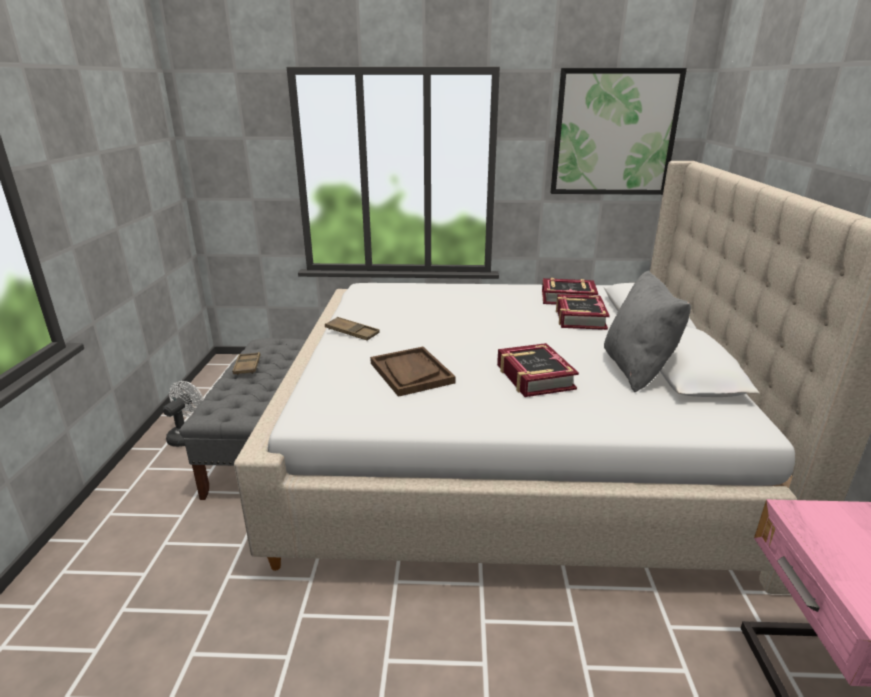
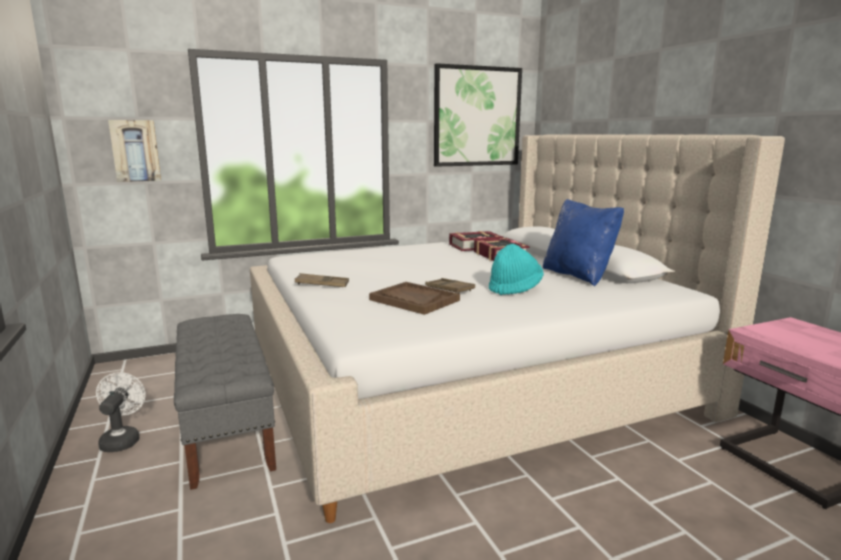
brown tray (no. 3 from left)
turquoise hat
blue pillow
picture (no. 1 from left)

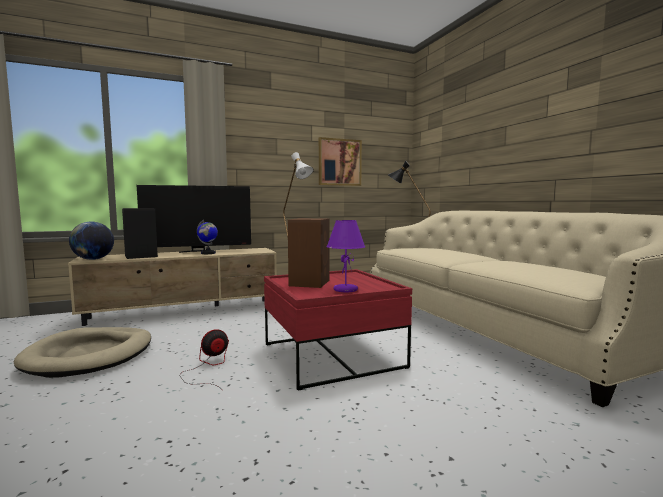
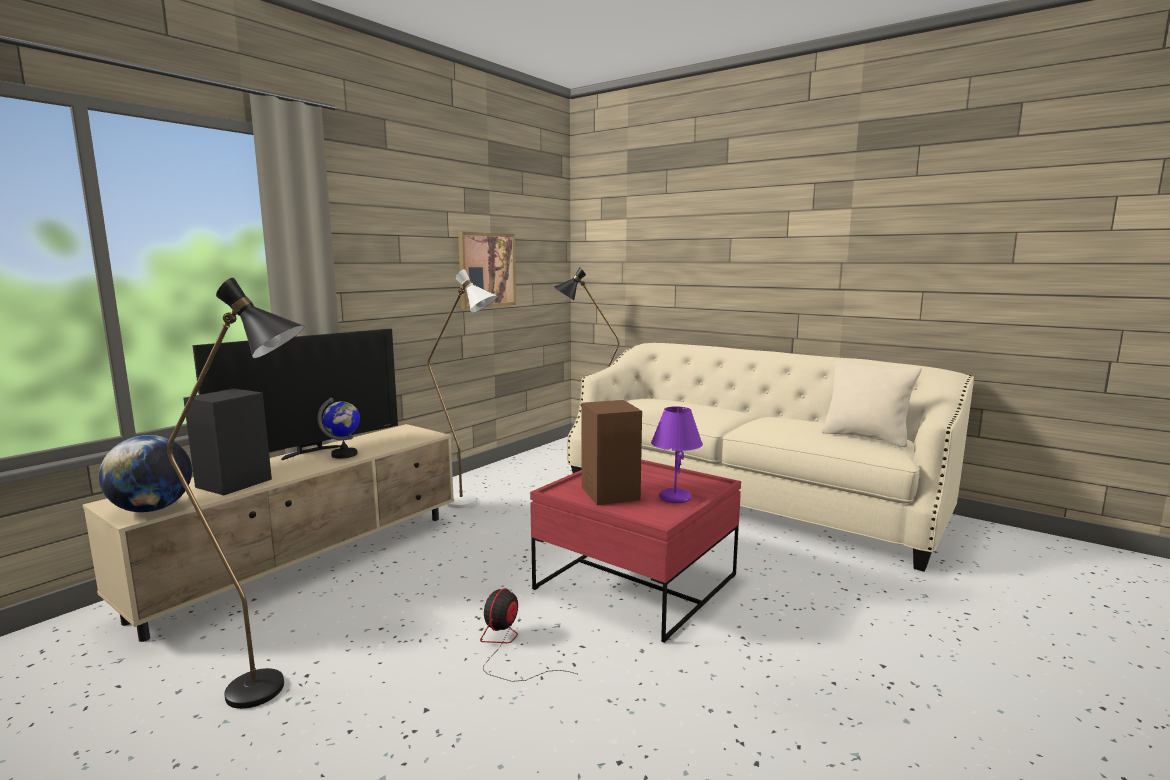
black floor lamp (no. 1 from left)
beige pillow

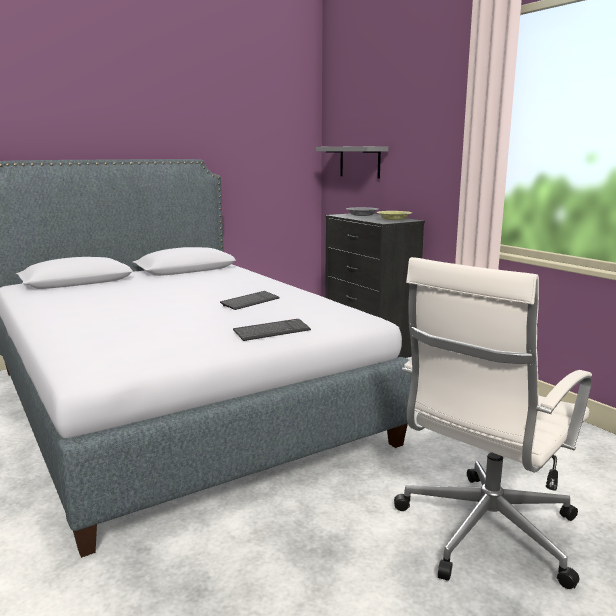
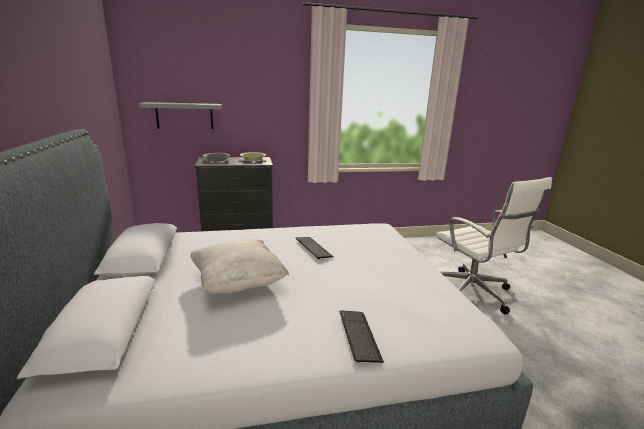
keyboard (no. 2 from left)
beige pillow

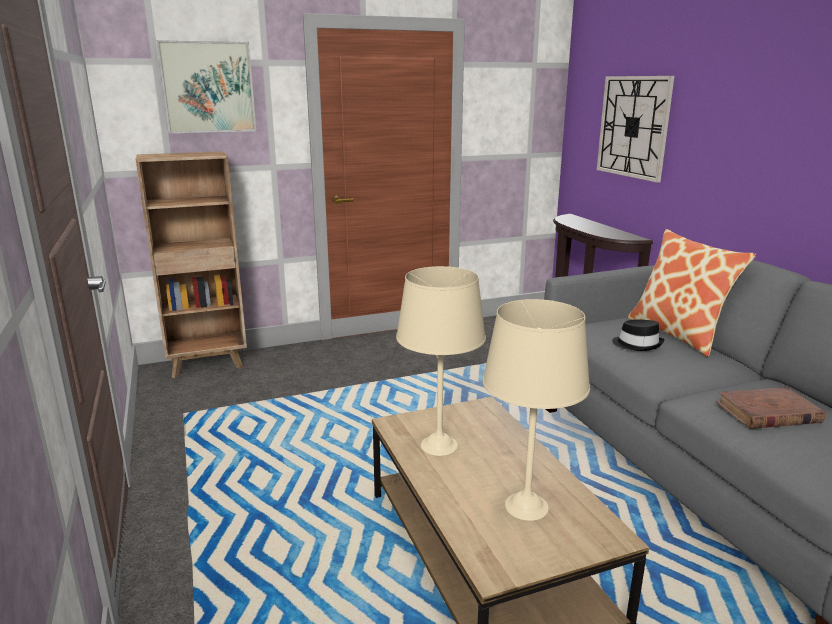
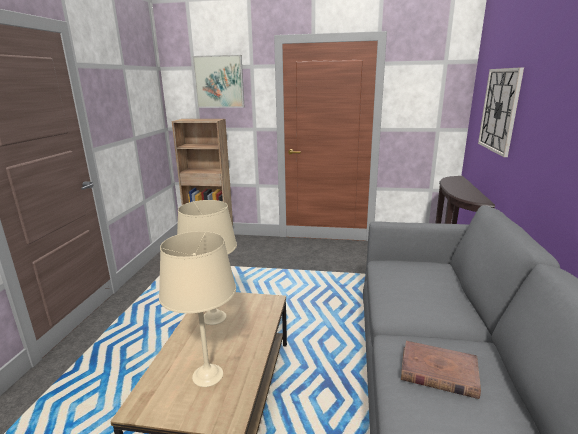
black hat
pillow

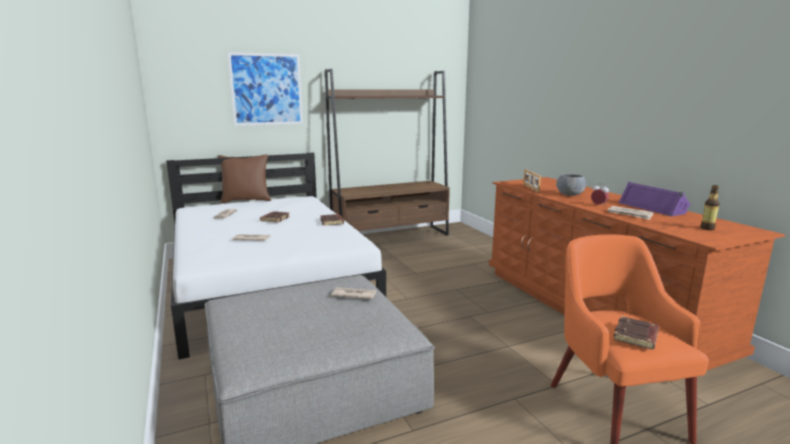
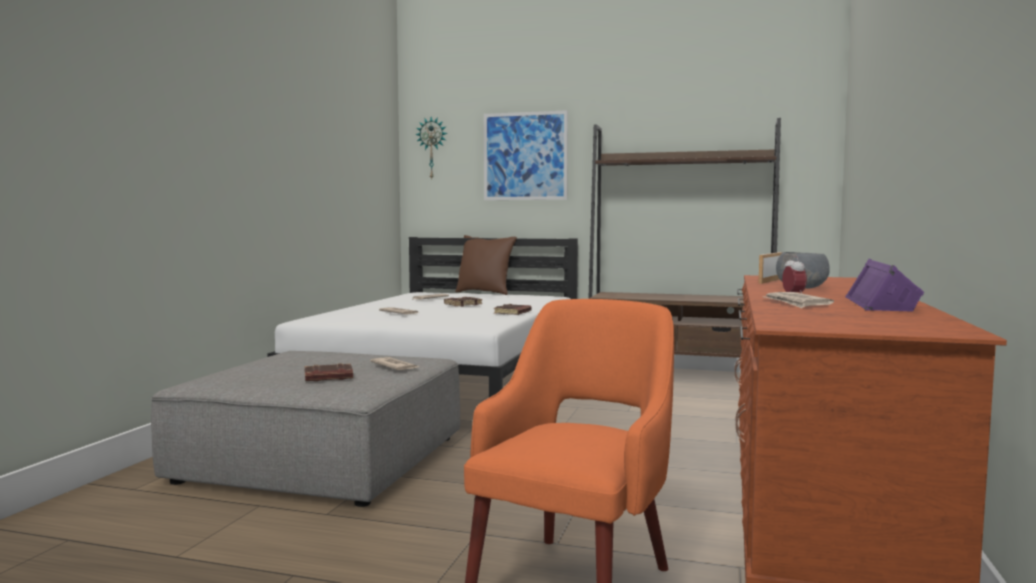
brown book (no. 1 from left)
bottle
wall clock

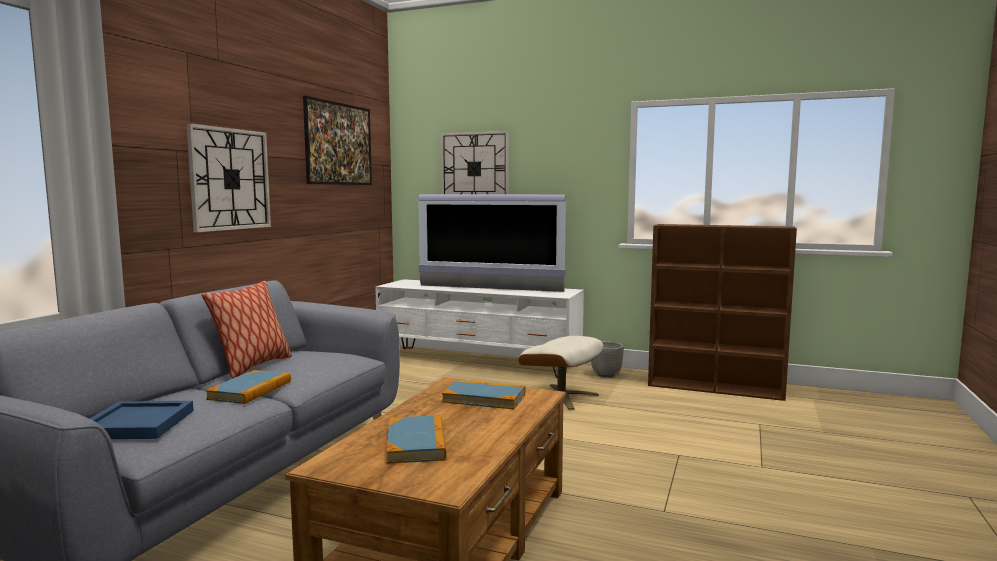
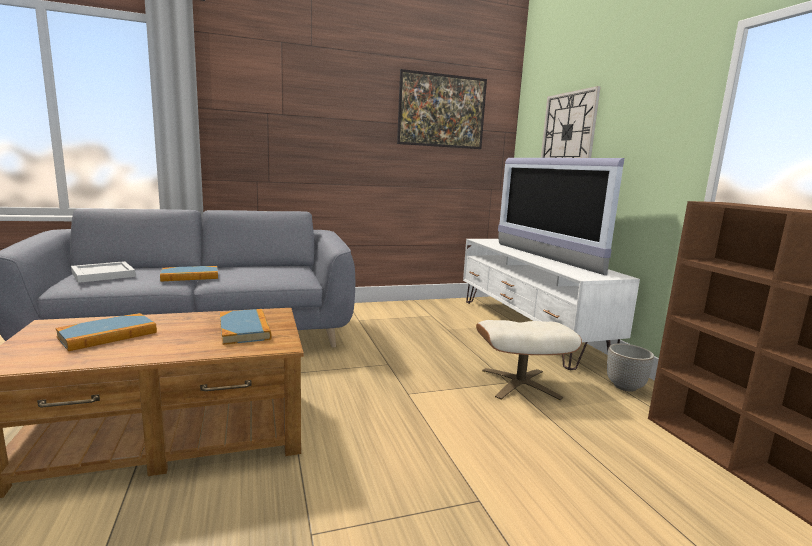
white tray
wall clock (no. 1 from left in the first image)
pillow

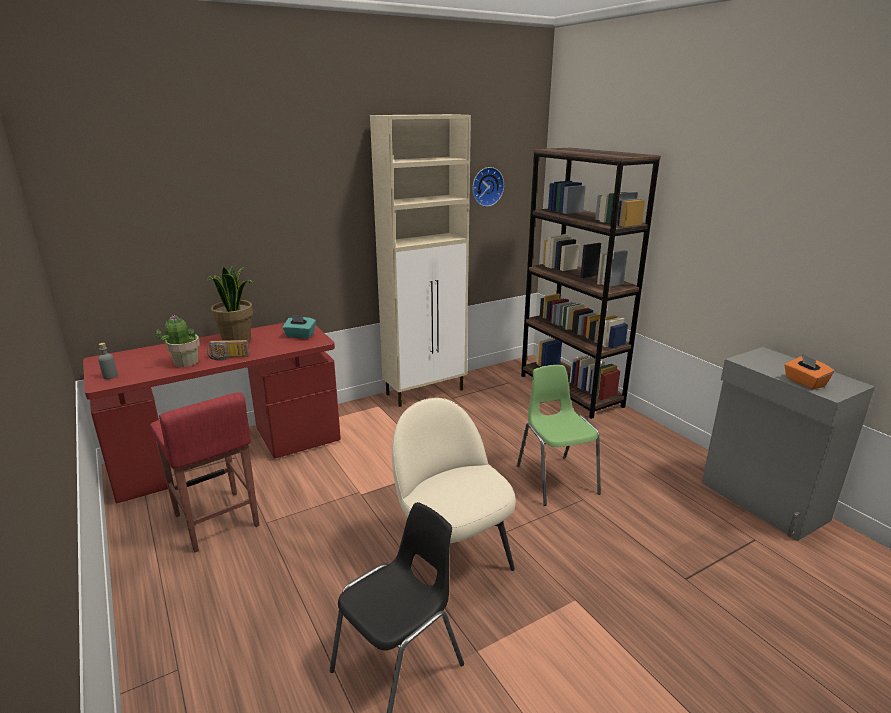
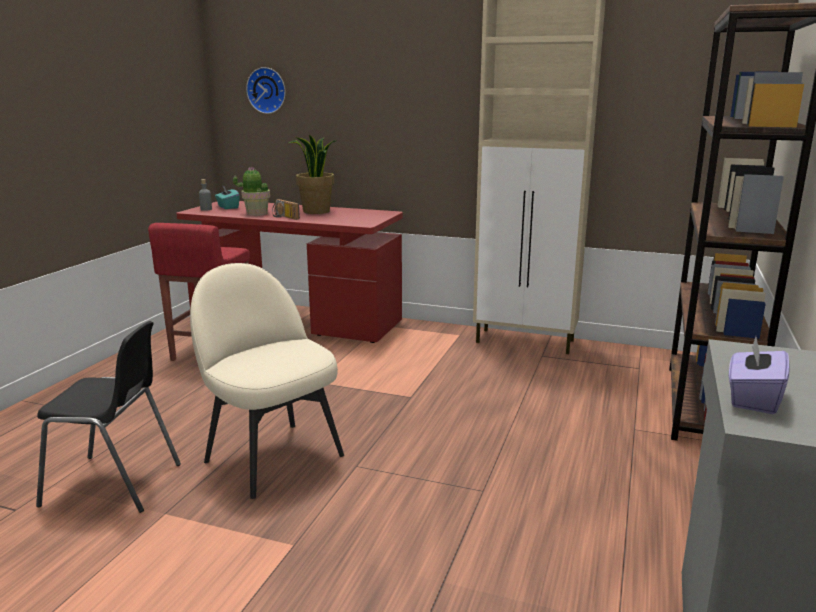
turquoise tissue box
beige chair
wall clock
green chair
purple tissue box

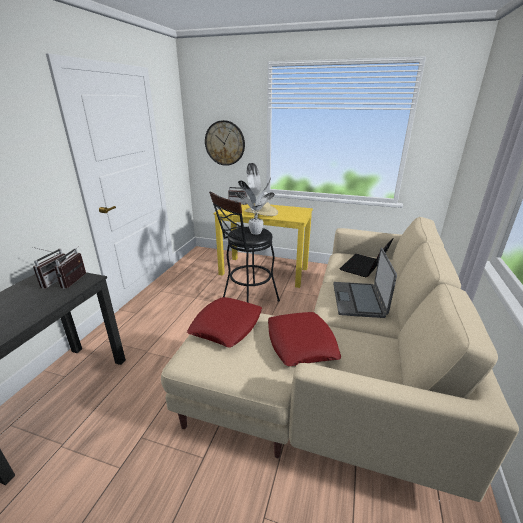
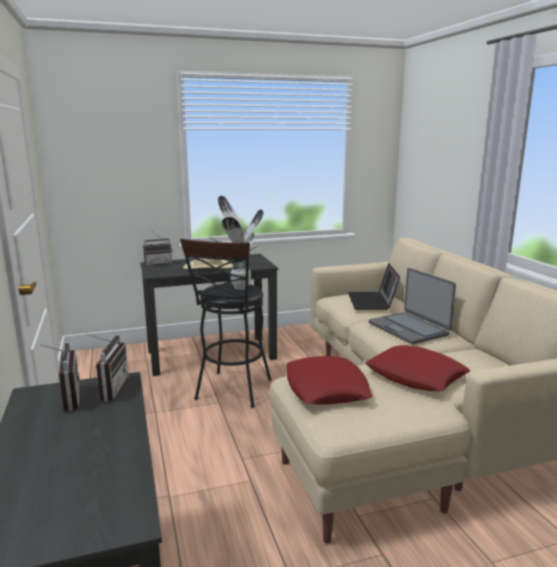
radio (no. 2 from left)
wall clock
black desk (no. 2 from left)

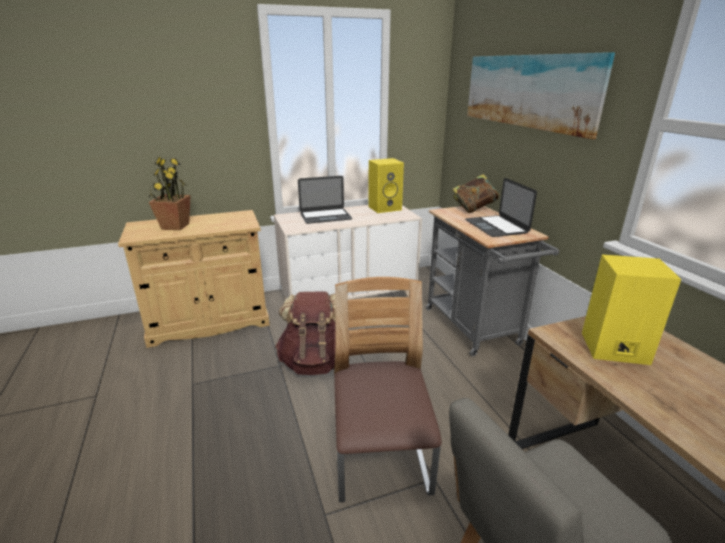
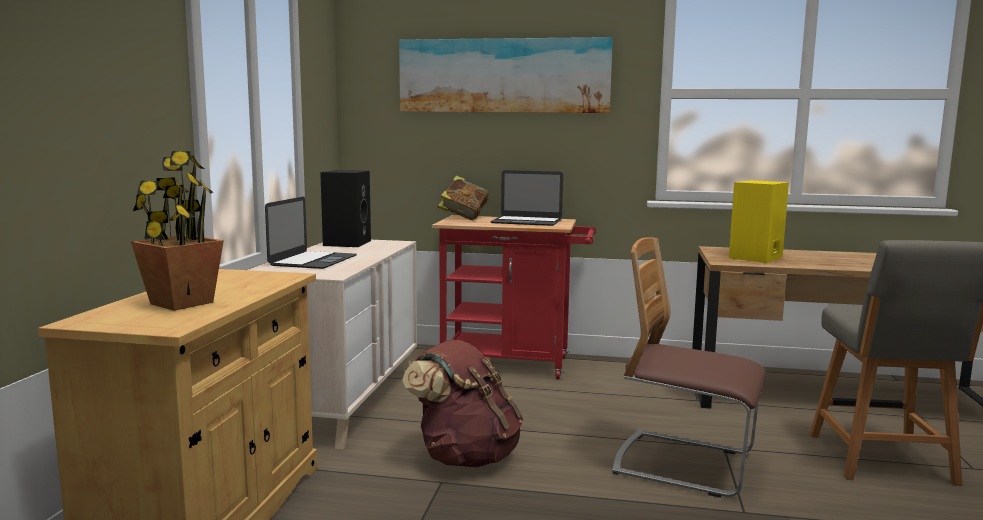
black speaker
red cart

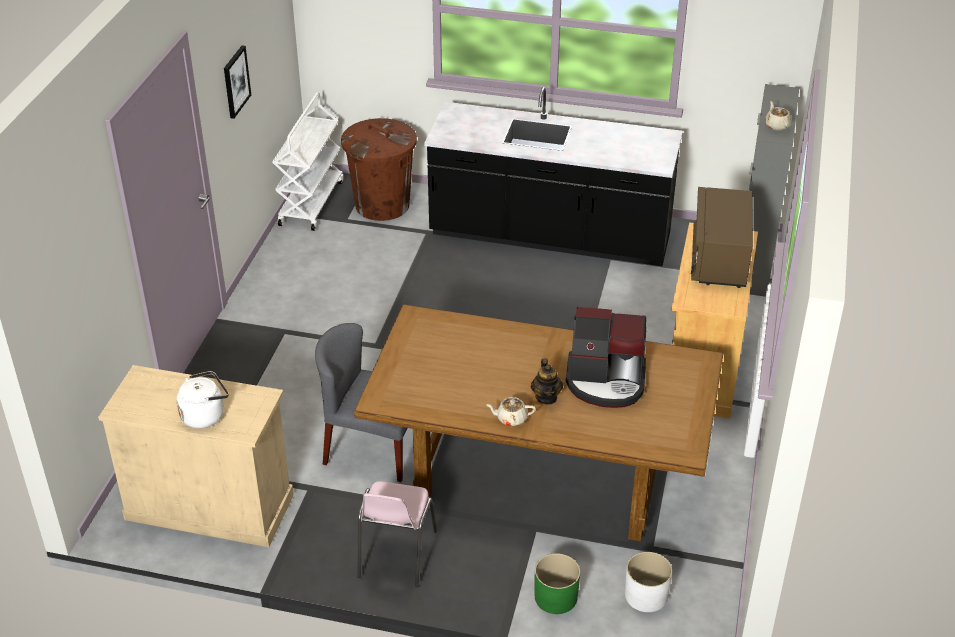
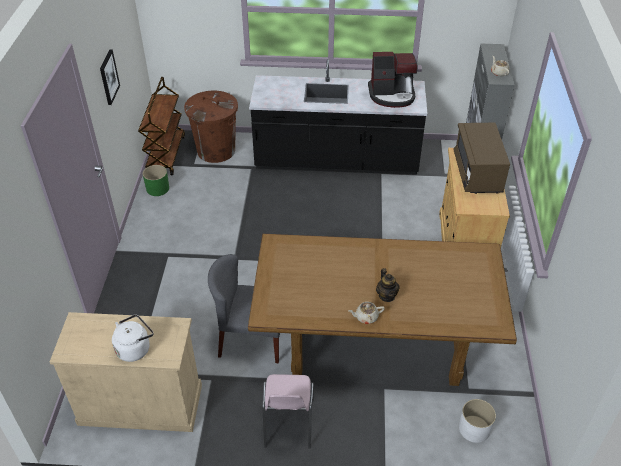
brown cart
green planter
coffee machine

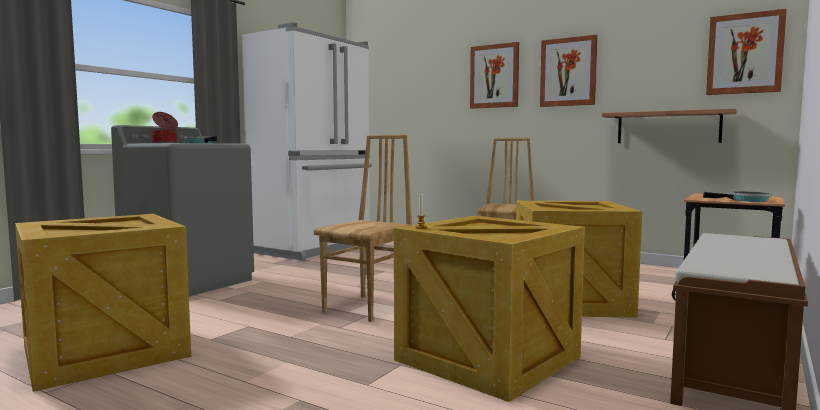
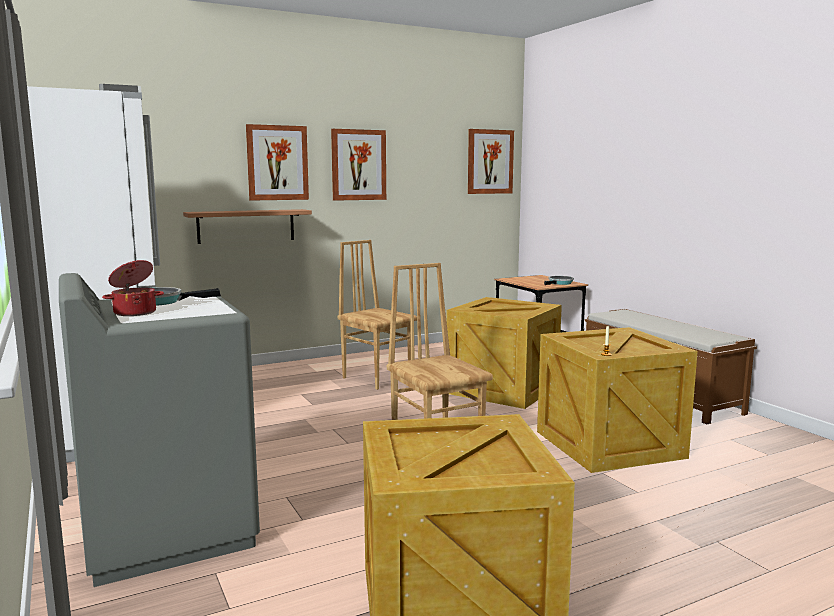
shelf

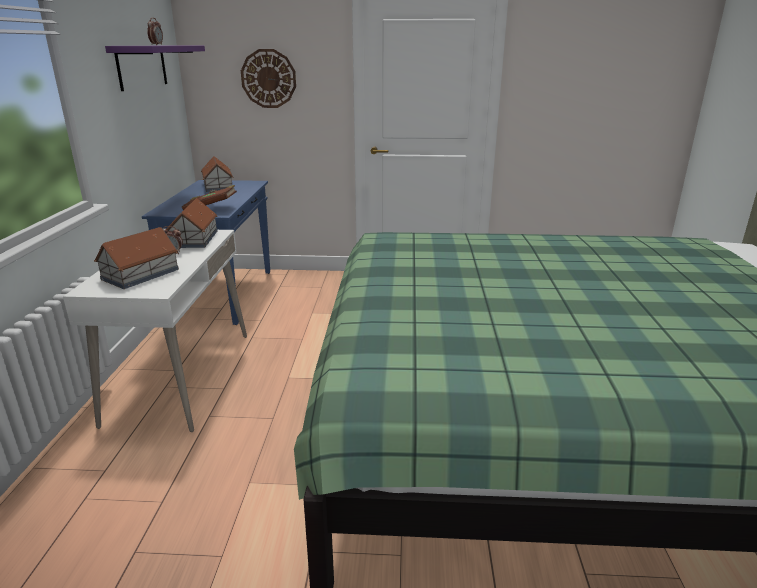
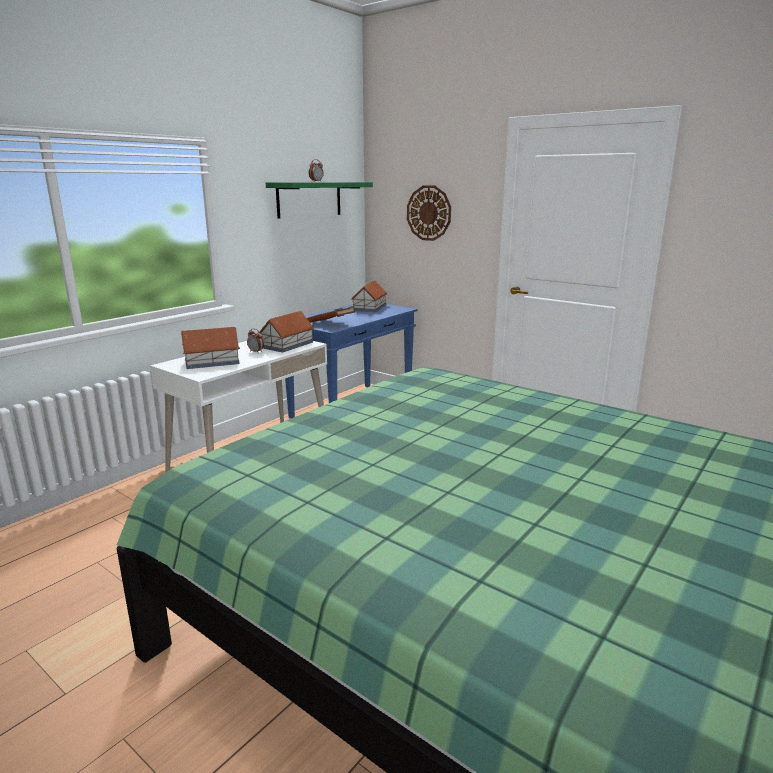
green shelf

